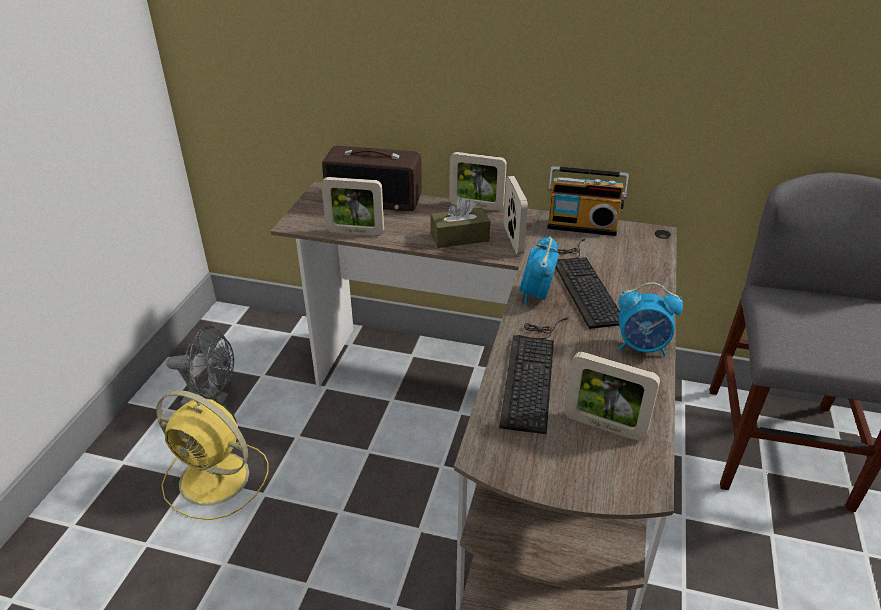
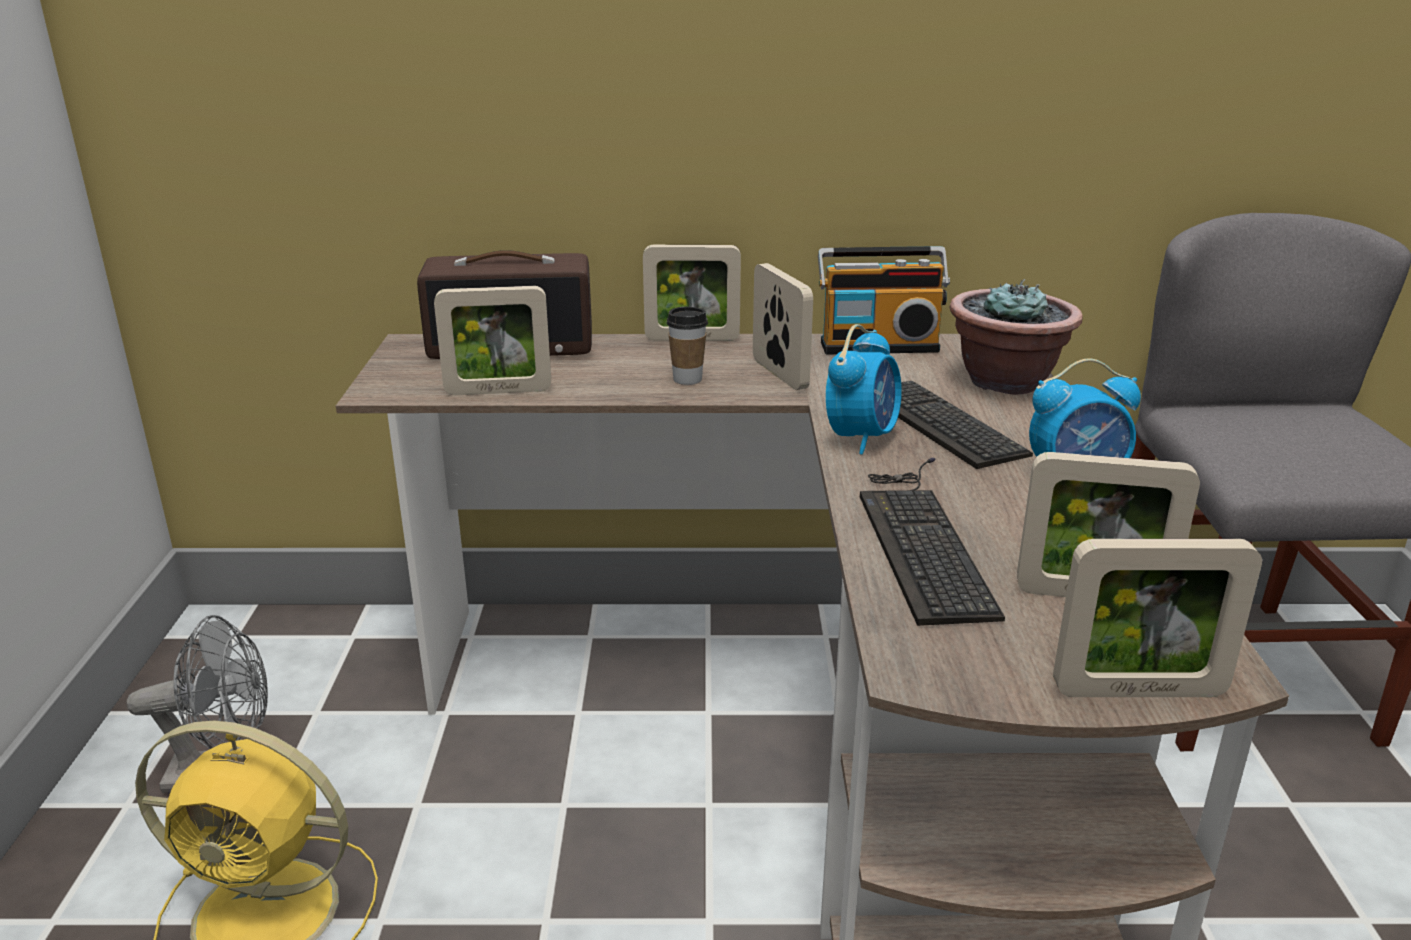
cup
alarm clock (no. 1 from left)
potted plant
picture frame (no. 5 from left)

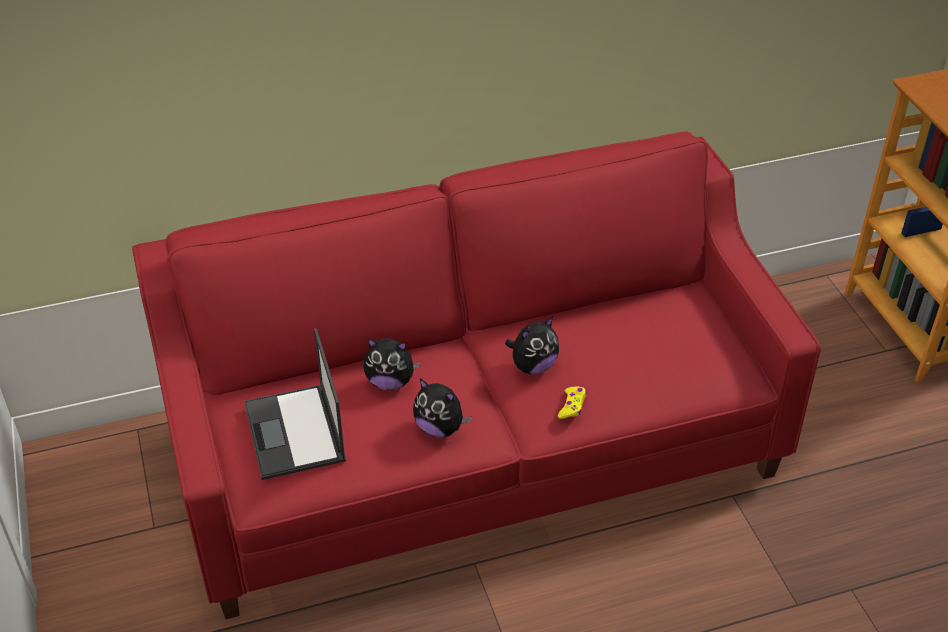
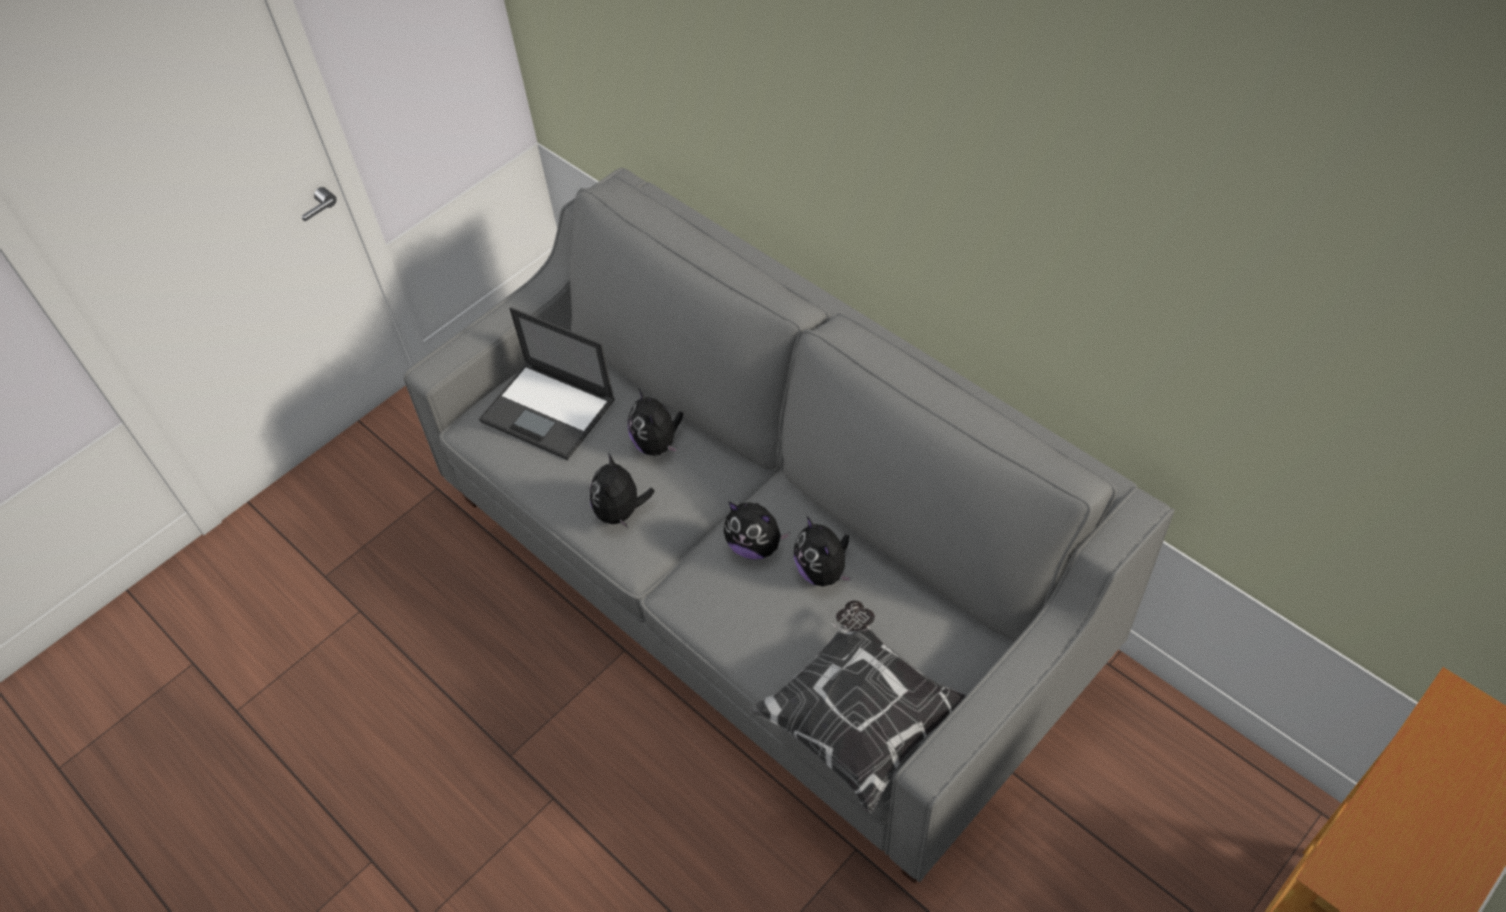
grey sofa
laptop
yellow game controller
pillow
plush toy (no. 4 from left)

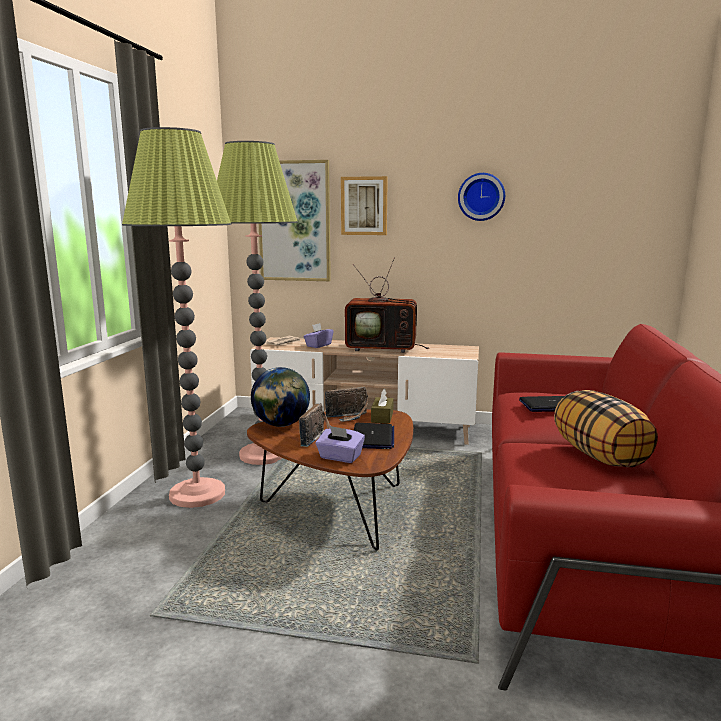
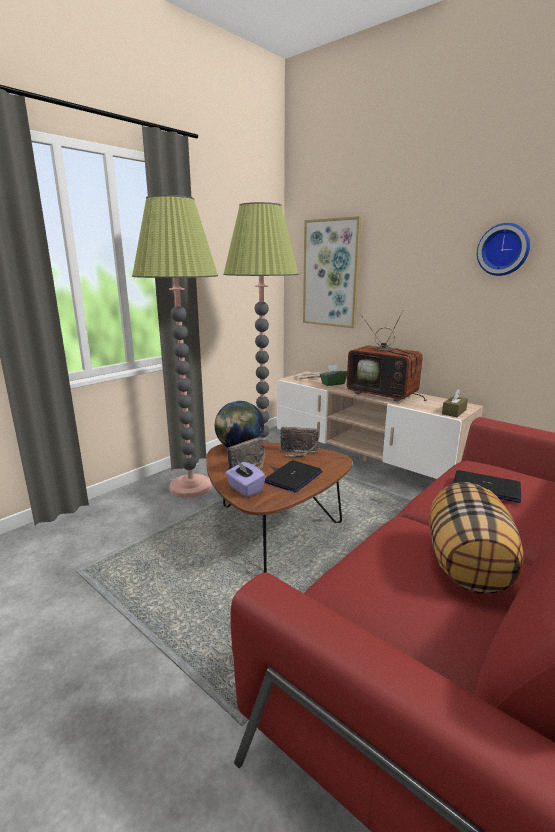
green tissue box
picture (no. 2 from left in the first image)
brown tissue box

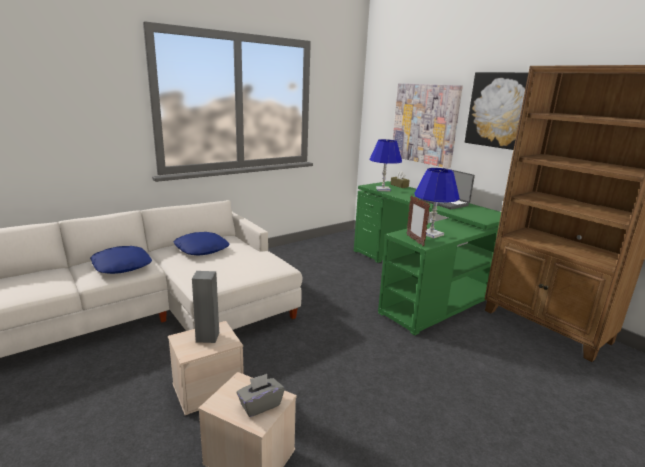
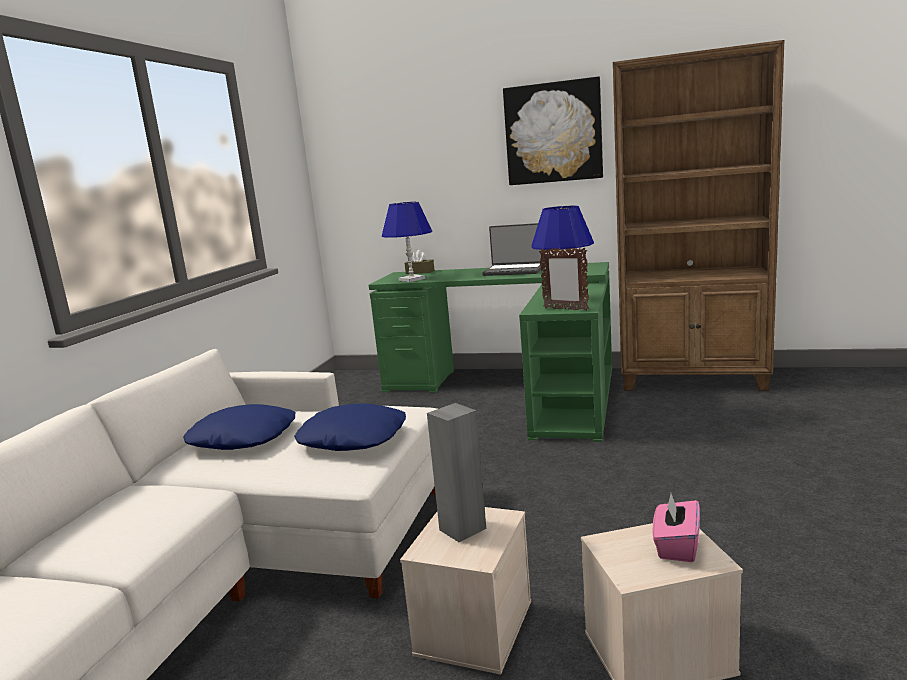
blue pillow (no. 2 from left)
pink tissue box
picture (no. 1 from left in the first image)

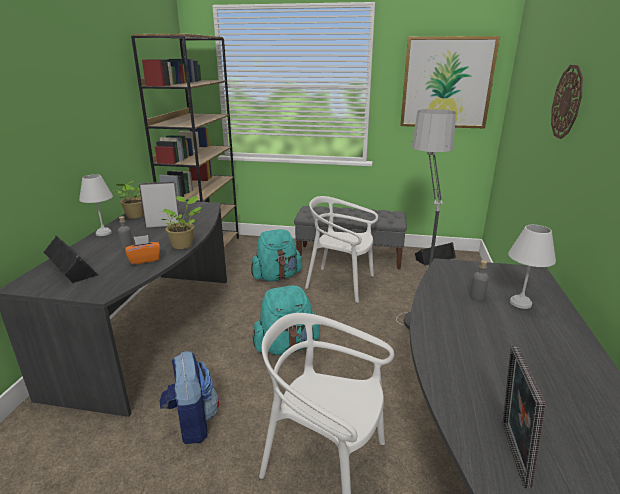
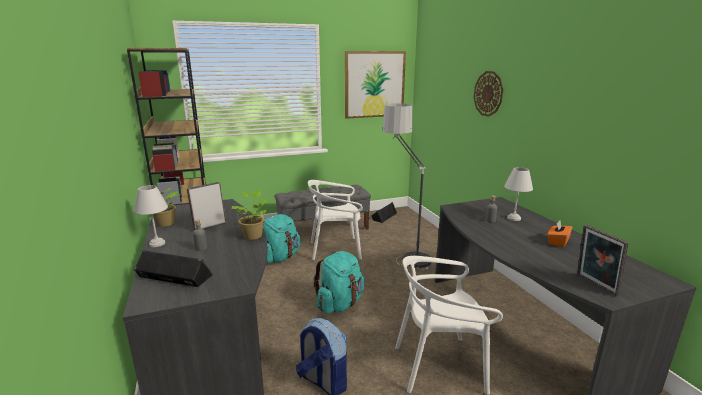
orange tissue box

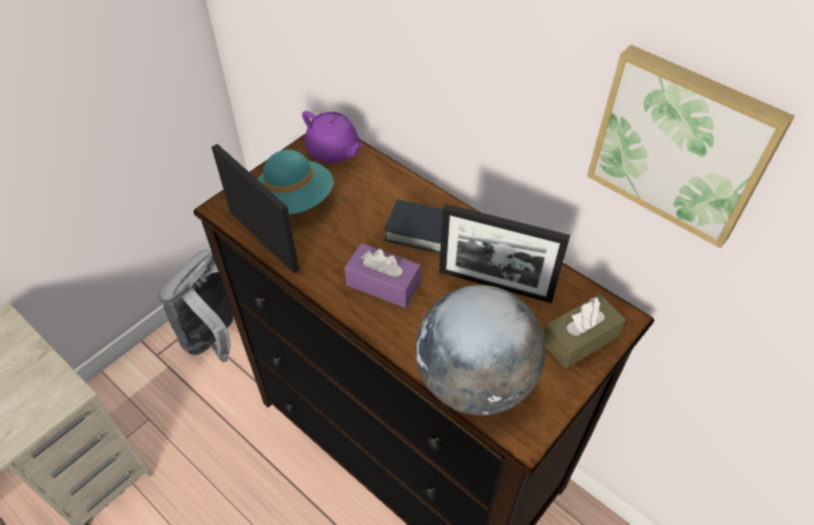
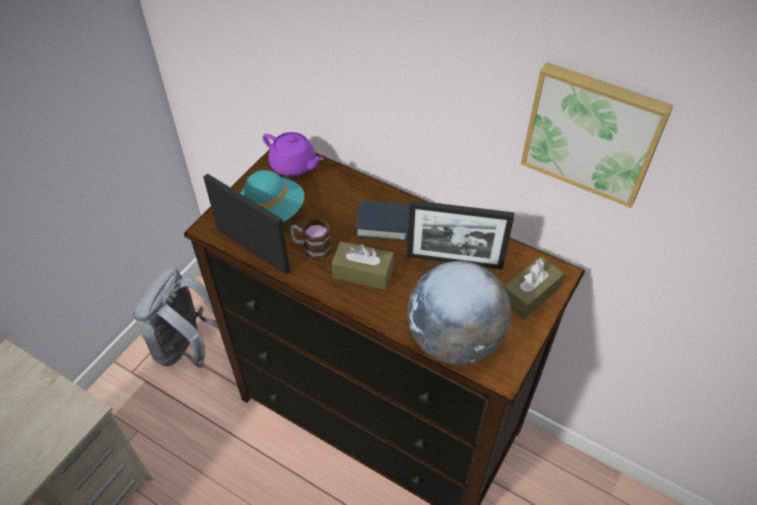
brown tissue box (no. 1 from left)
mug

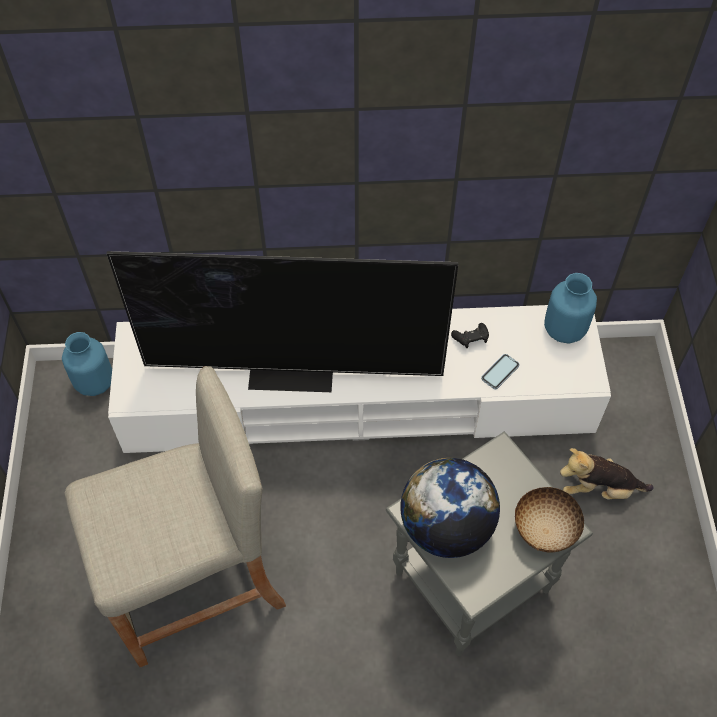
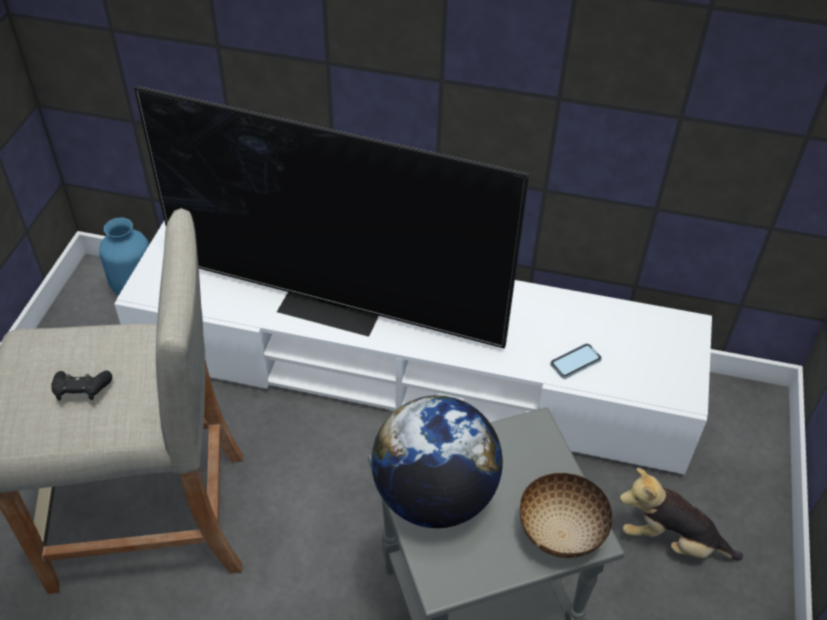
black game controller
blue vase (no. 2 from left in the first image)

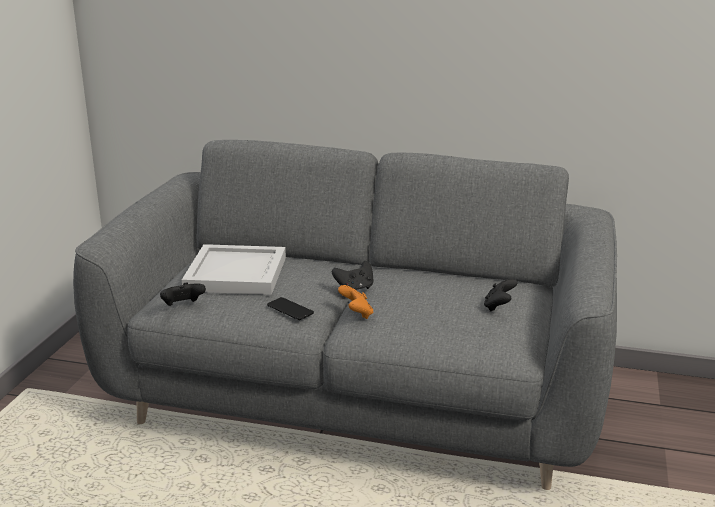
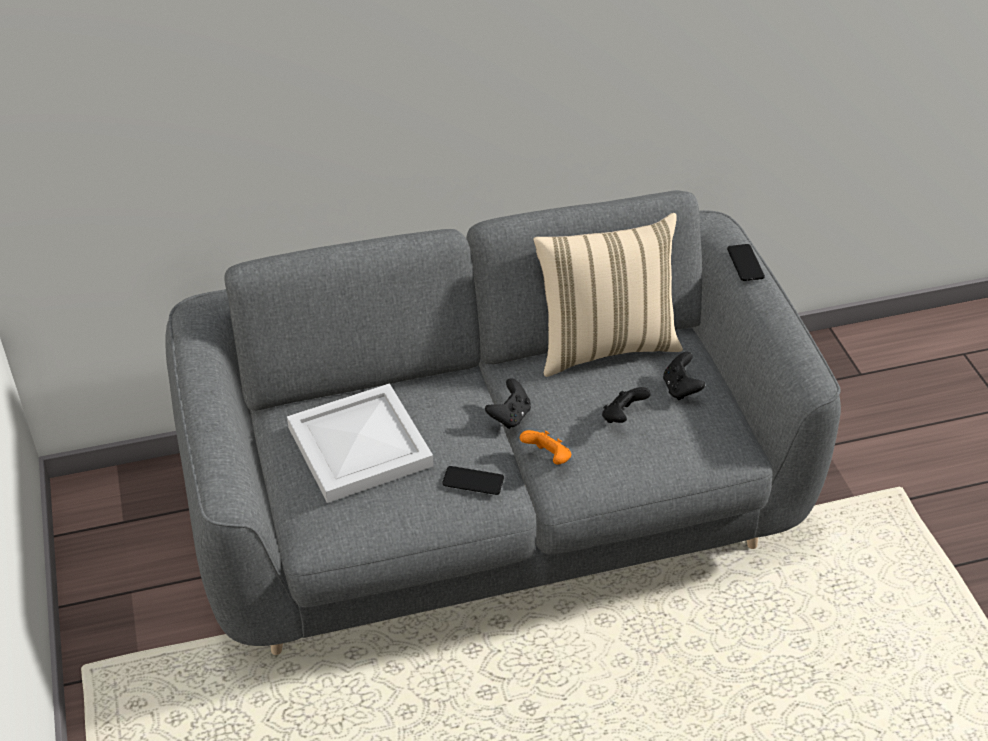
black game controller (no. 2 from left)
beige pillow
phone (no. 2 from left)

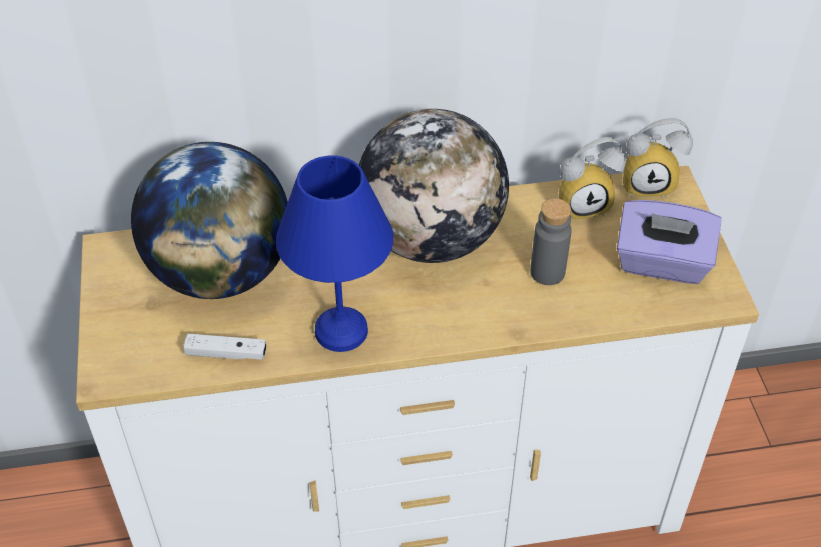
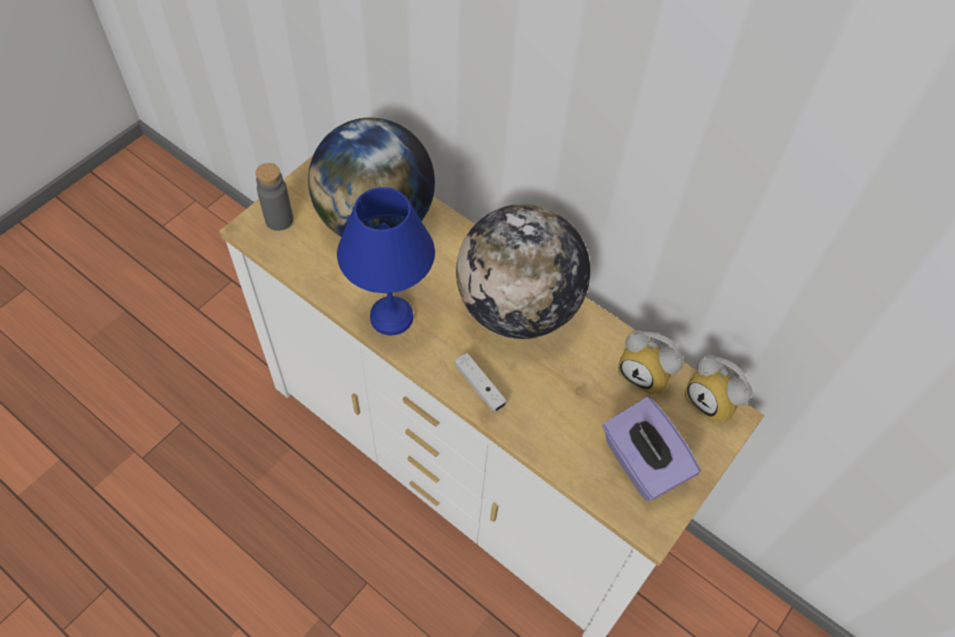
white game controller
grey bottle

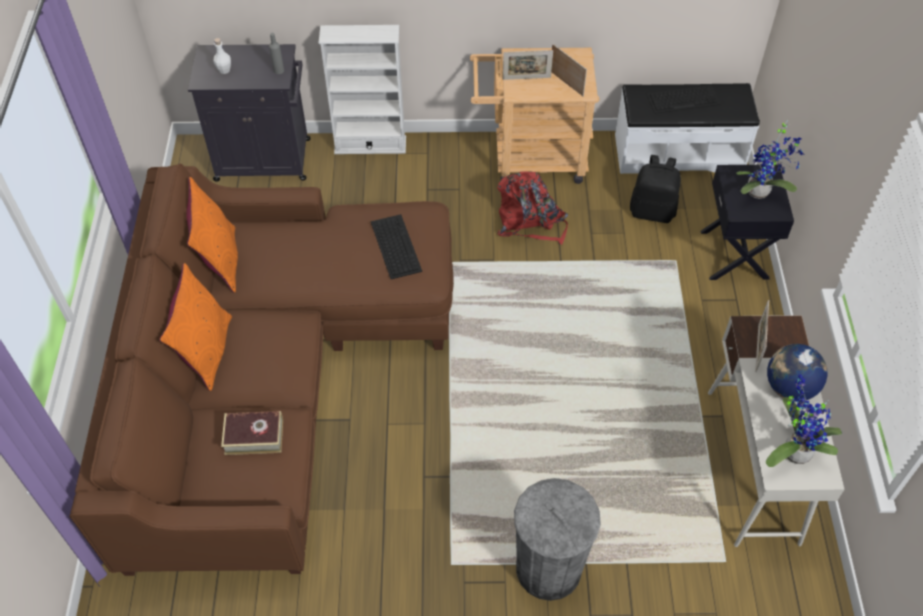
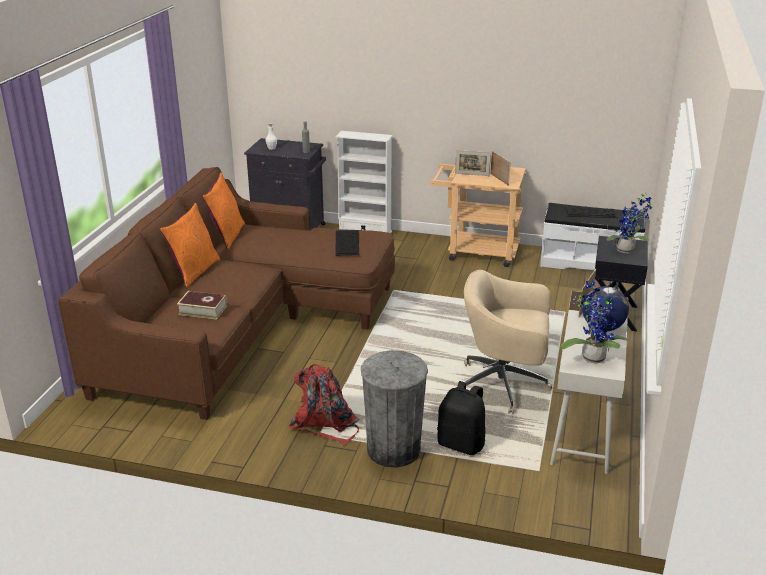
red backpack
black backpack
beige office chair

